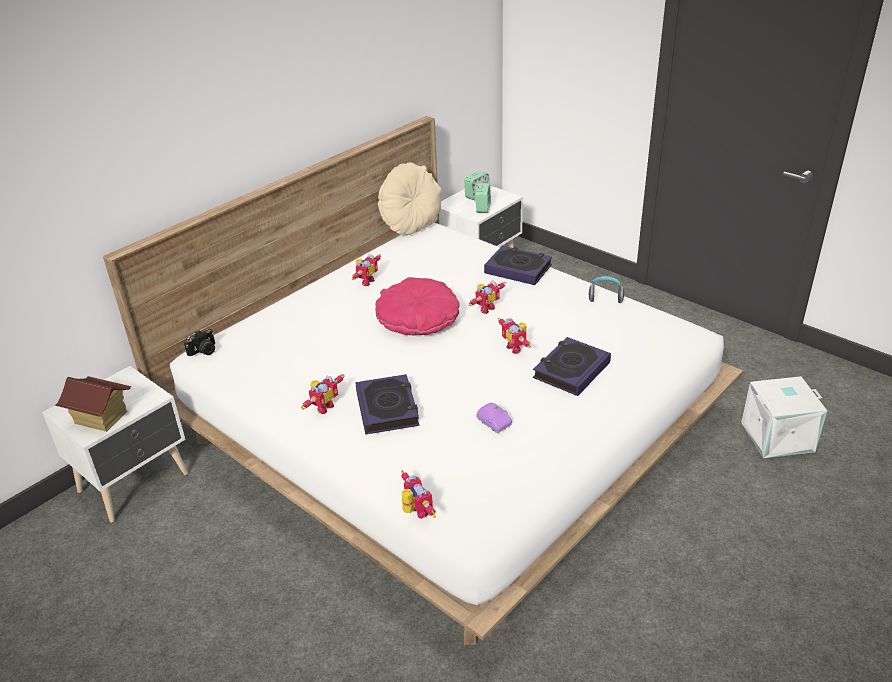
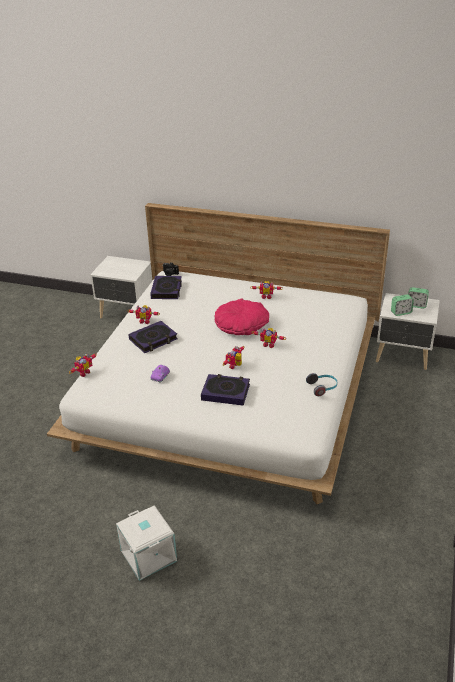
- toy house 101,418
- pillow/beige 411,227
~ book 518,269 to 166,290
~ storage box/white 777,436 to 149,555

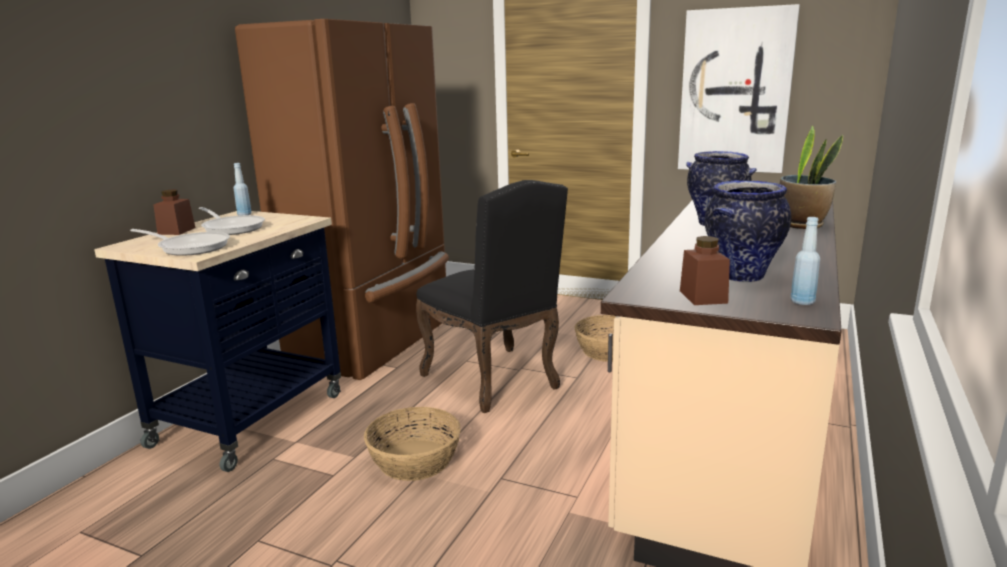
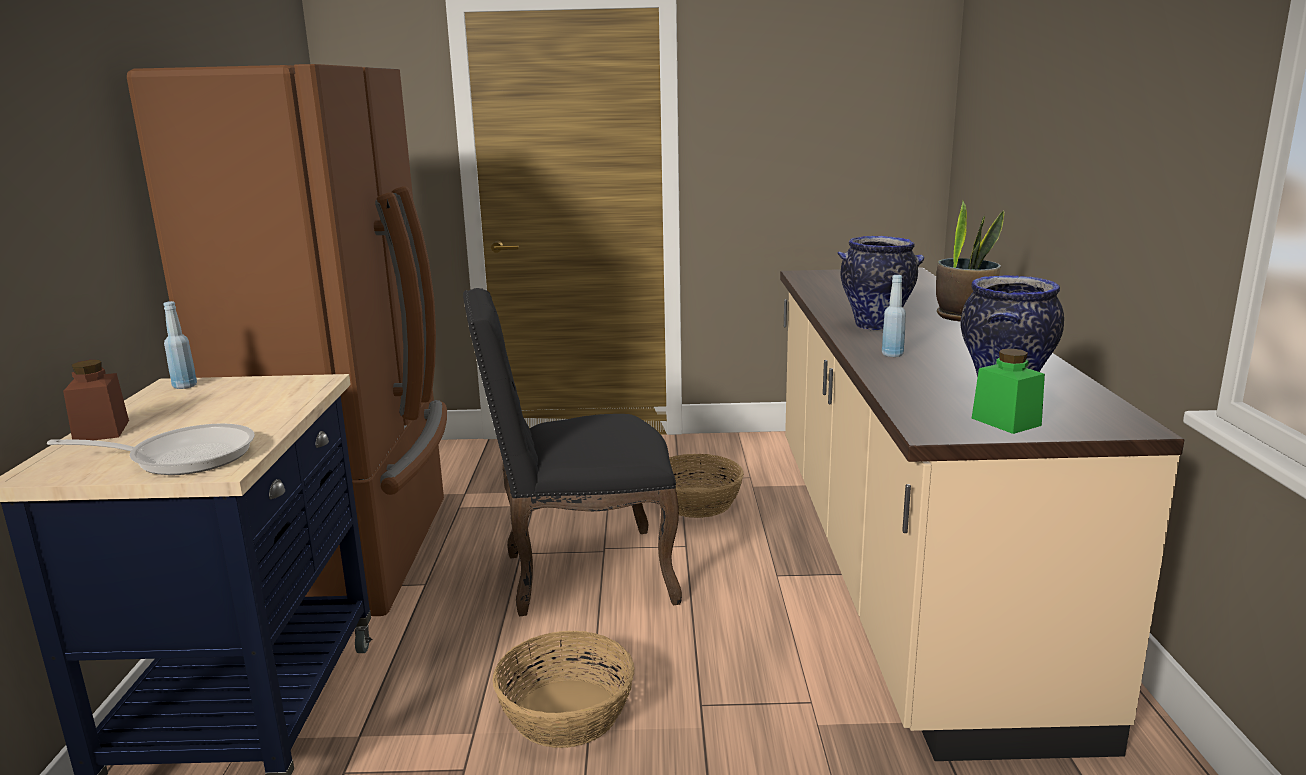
- frying pan 232,228
- picture 735,91
~ bottle/blue 802,302 to 892,355
~ jar/brown 703,297 to jar/green 1006,422
~ chair/black 494,381 = 583,574 135 degrees clockwise

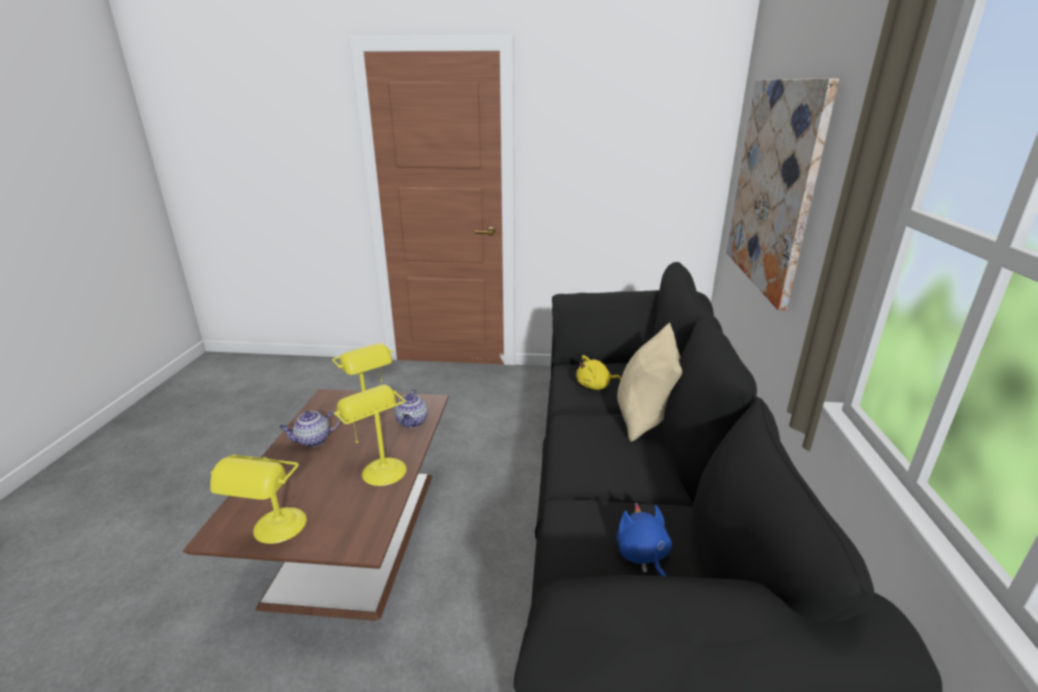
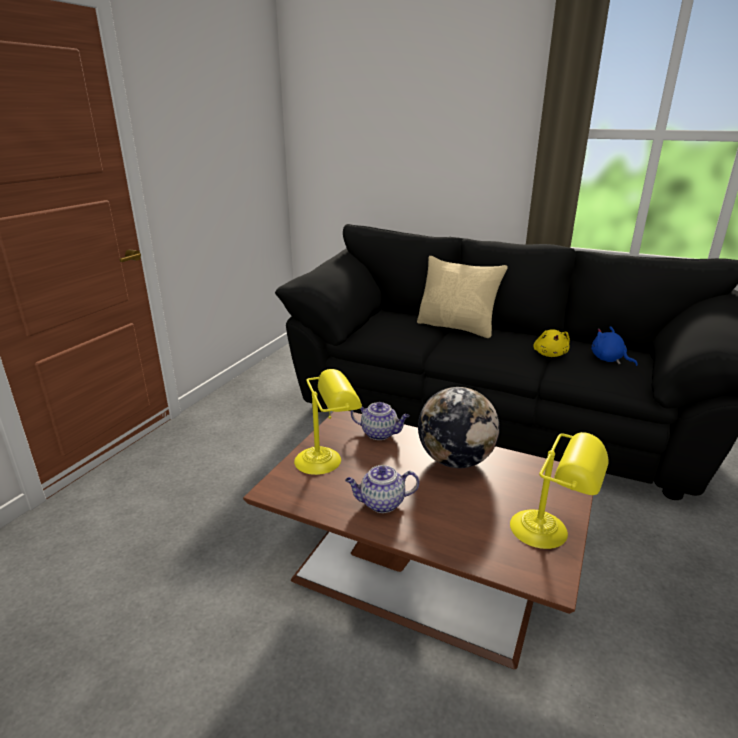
- picture 774,186
~ plush toy/yellow 595,386 to 550,354
~ table lamp/yellow 378,467 to globe 455,460
~ teapot 312,441 = 381,503 90 degrees clockwise
~ plush toy/blue 643,556 = 609,360 45 degrees clockwise

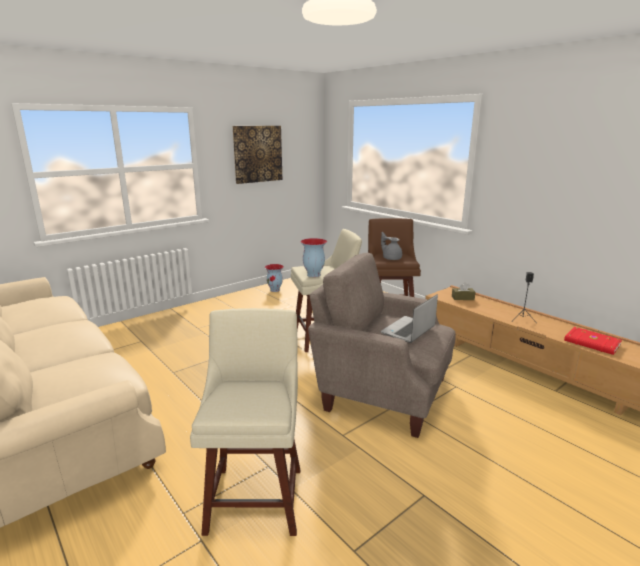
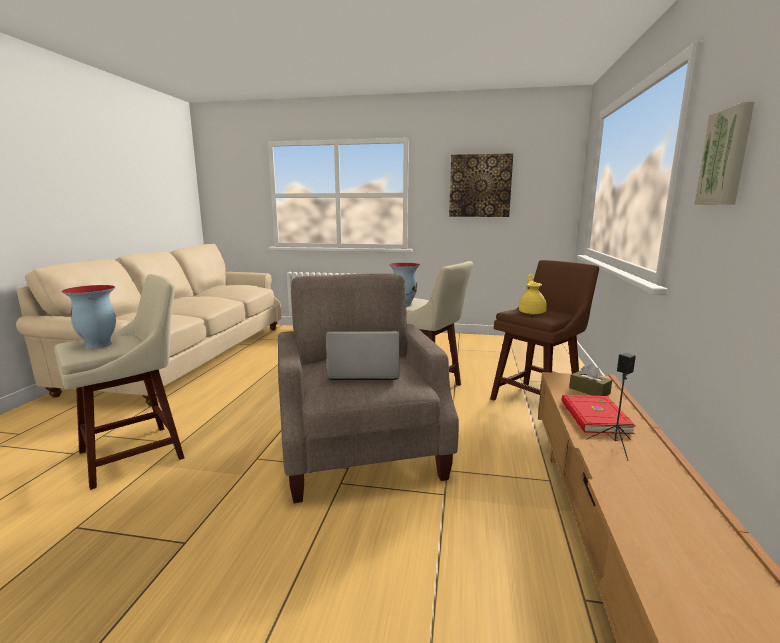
+ picture 726,157
~ vase 275,290 to 98,345
~ book/red 592,343 to 594,417
~ teapot/grey 391,258 to teapot/yellow 532,312

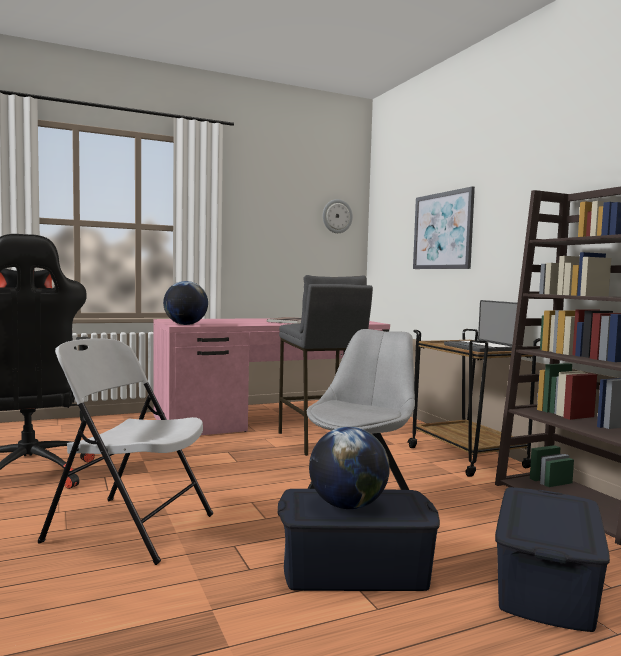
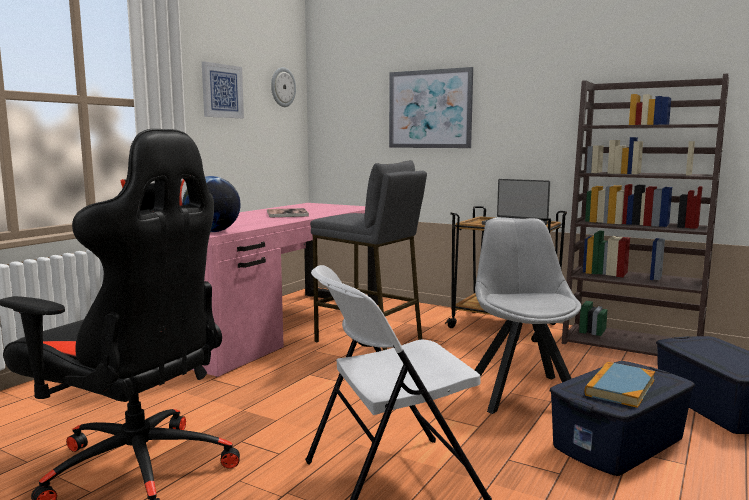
+ picture 222,91
~ globe 347,506 to book 620,387

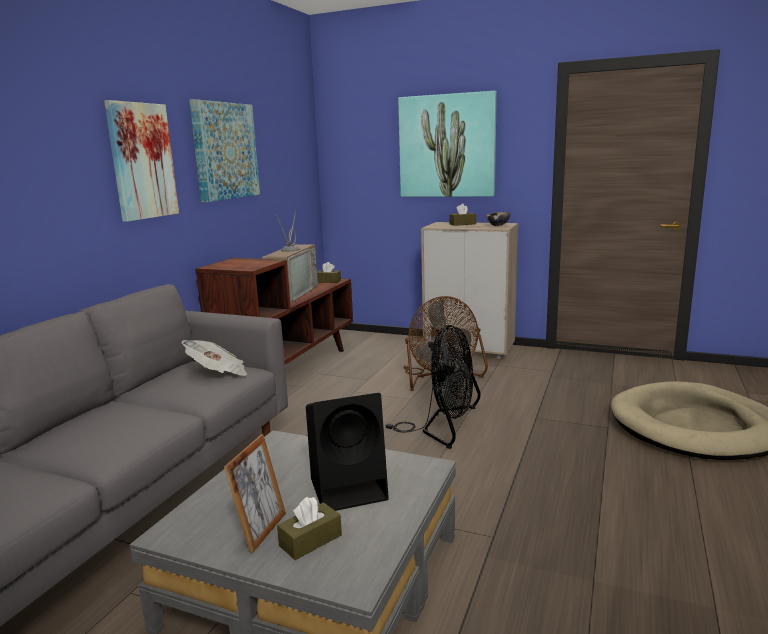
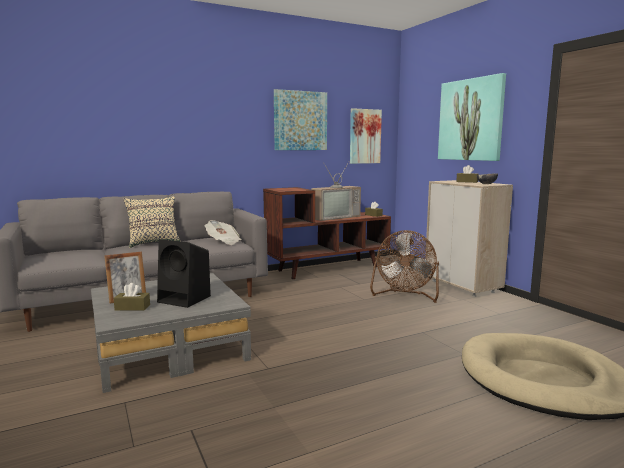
- fan/black 442,425
+ pillow/beige 154,244
~ picture 142,161 to 364,136

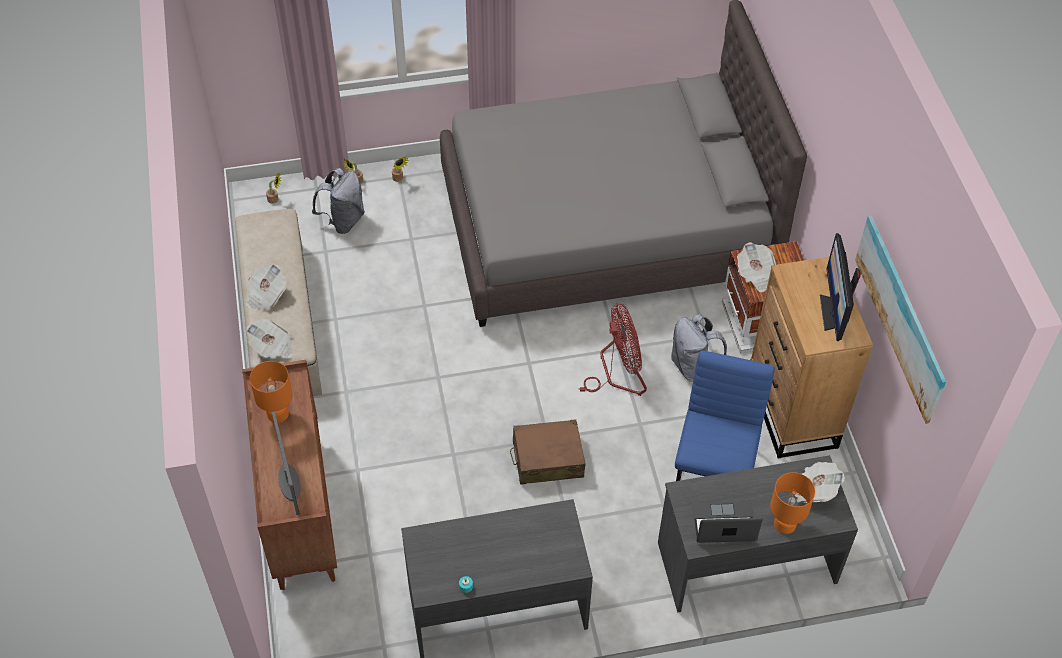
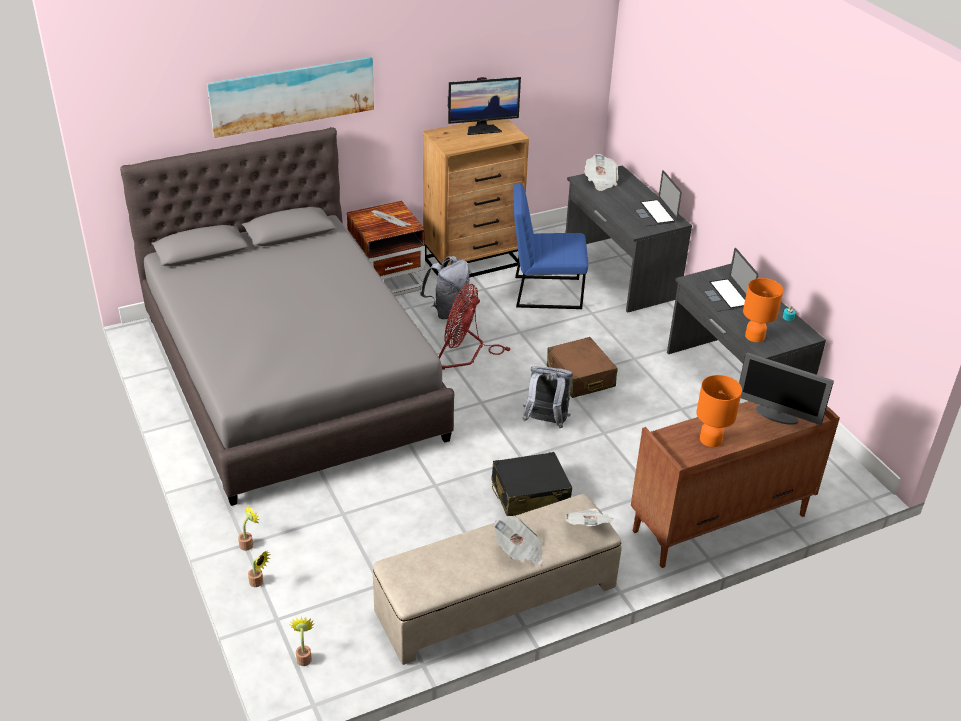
+ suitcase/black 529,494
+ laptop 723,295
~ backpack/grey 343,220 to 545,422
~ table lamp/orange 784,524 to 755,336
~ picture 902,316 to 292,95
~ monitor 289,482 = 777,415 120 degrees counterclockwise
~ fan/red 616,370 = 468,350 45 degrees counterclockwise

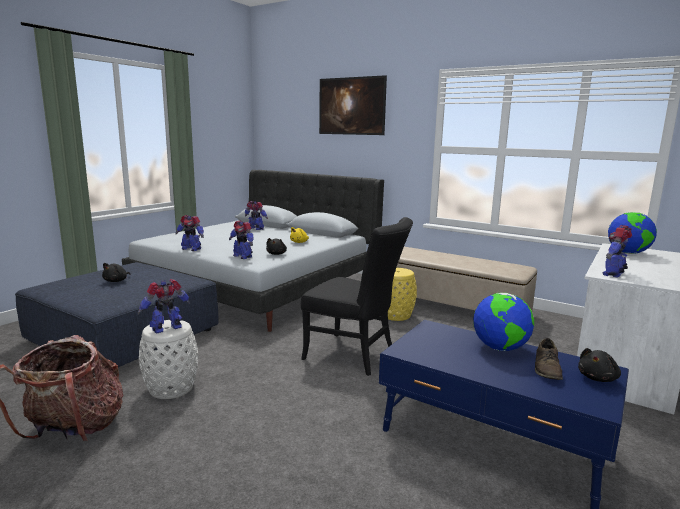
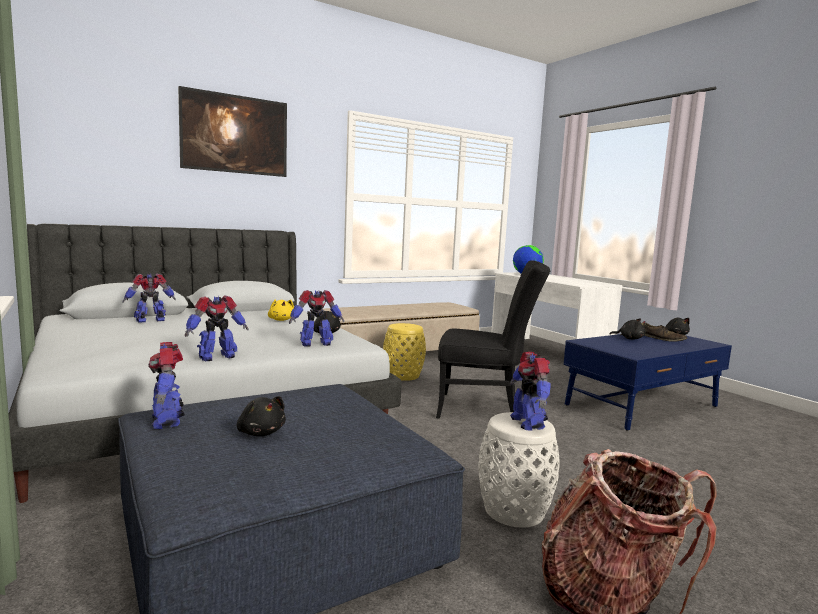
~ toy robot 614,274 to 168,420
~ globe 500,348 to plush toy/black 629,338
~ chair/black 355,355 = 484,409 45 degrees clockwise

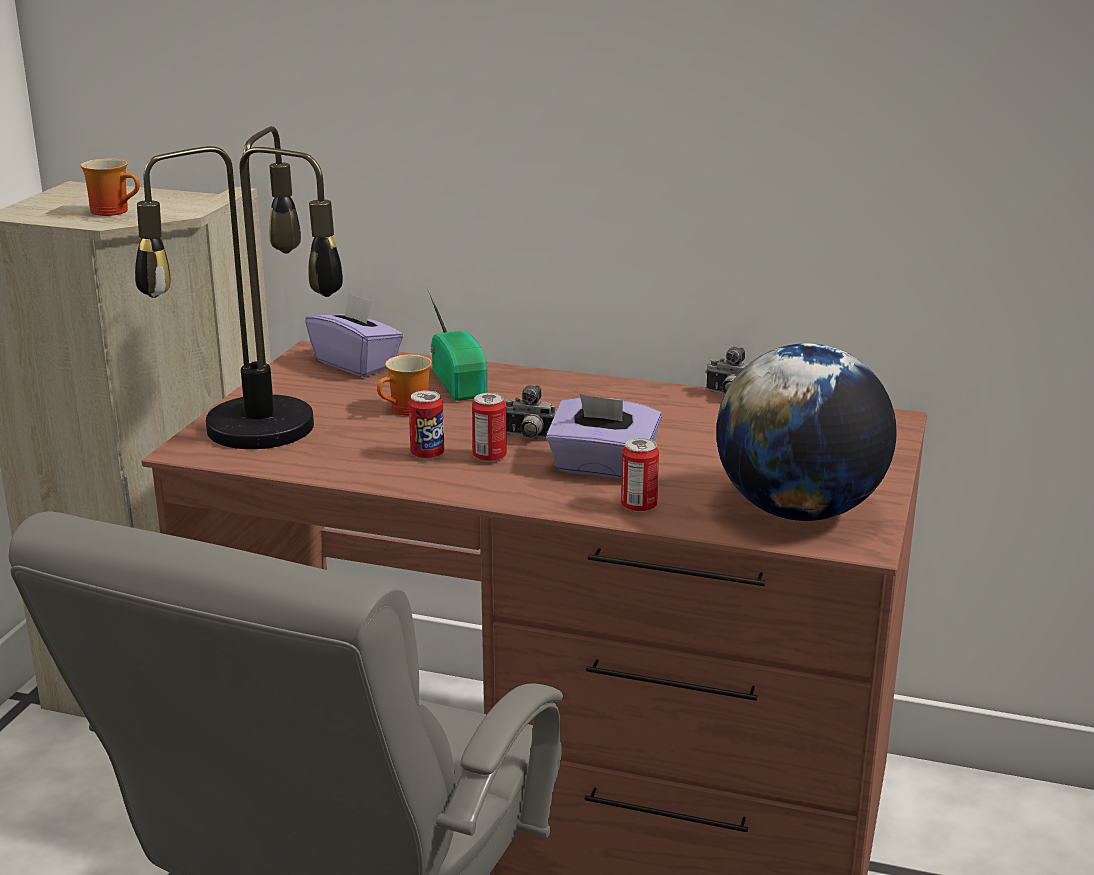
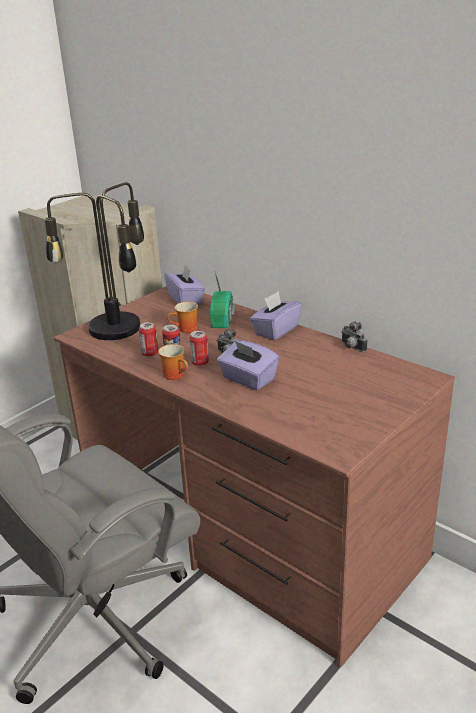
- globe 799,511
+ tissue box/purple 276,330
~ mug 115,211 to 176,375
~ can 639,506 to 150,354

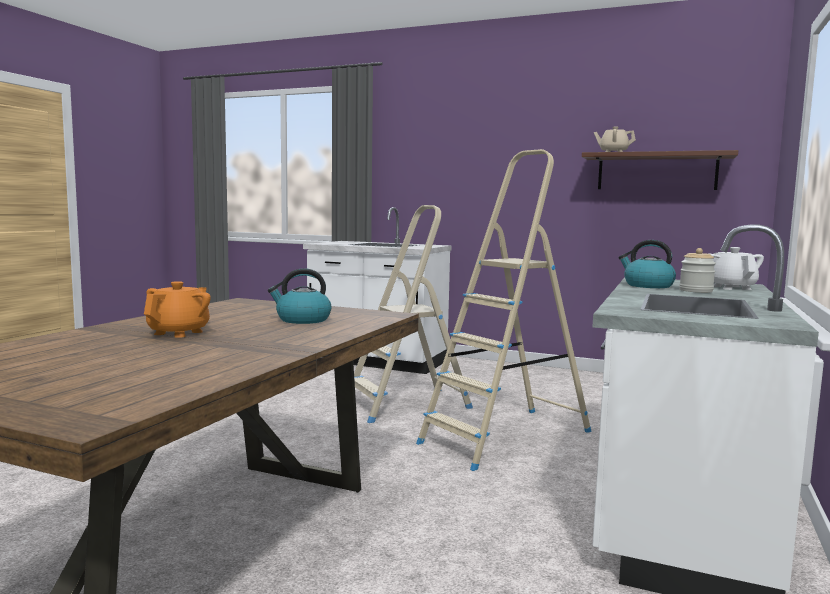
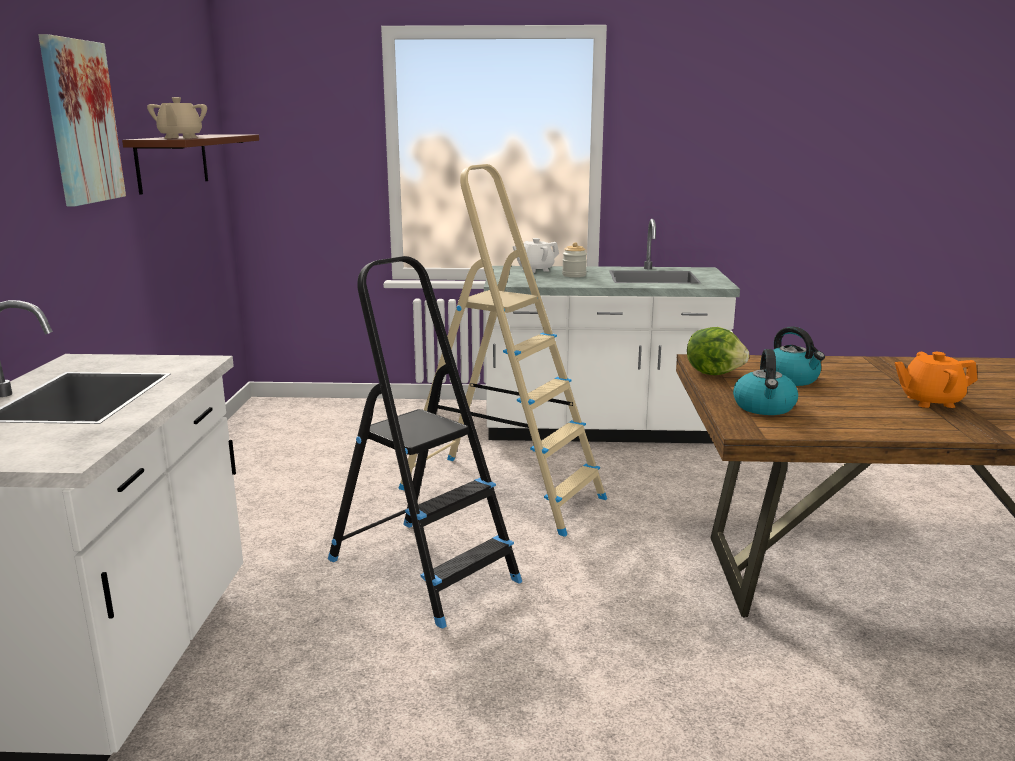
+ picture 81,122
+ lettuce 714,373
~ kettle 647,286 to 764,407
~ step ladder/beige 406,405 to step ladder/black 424,571

